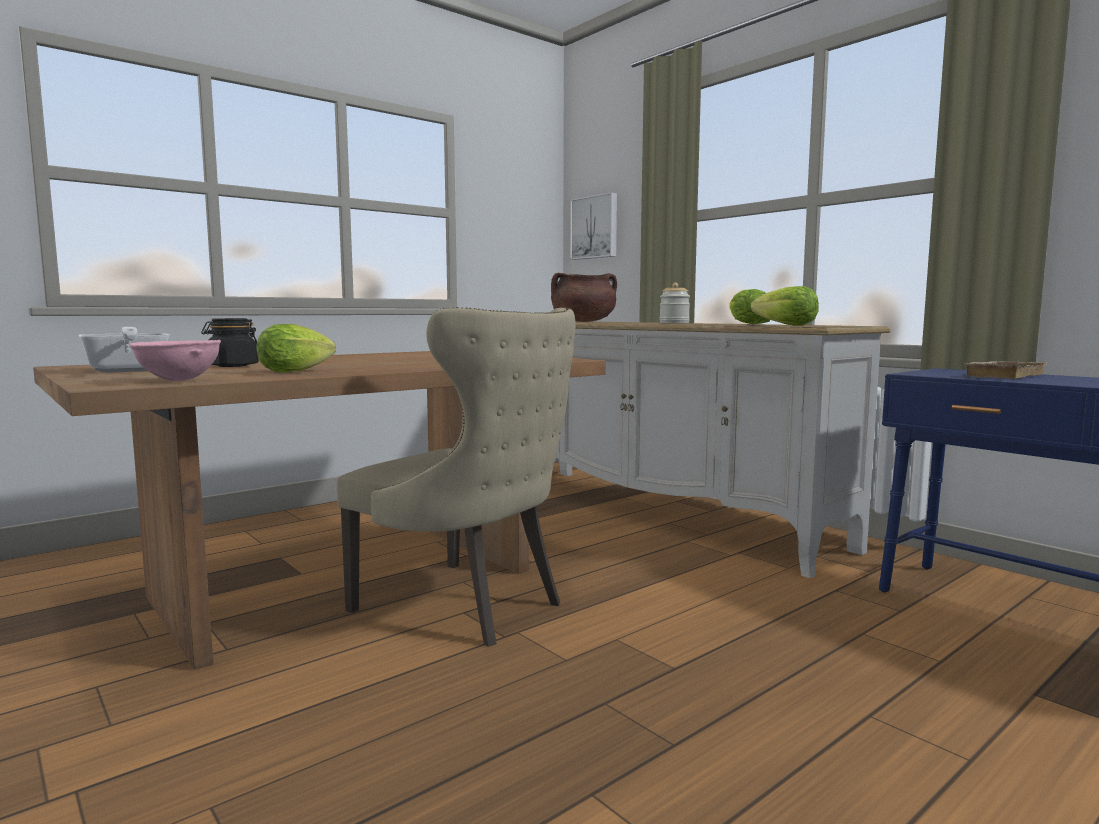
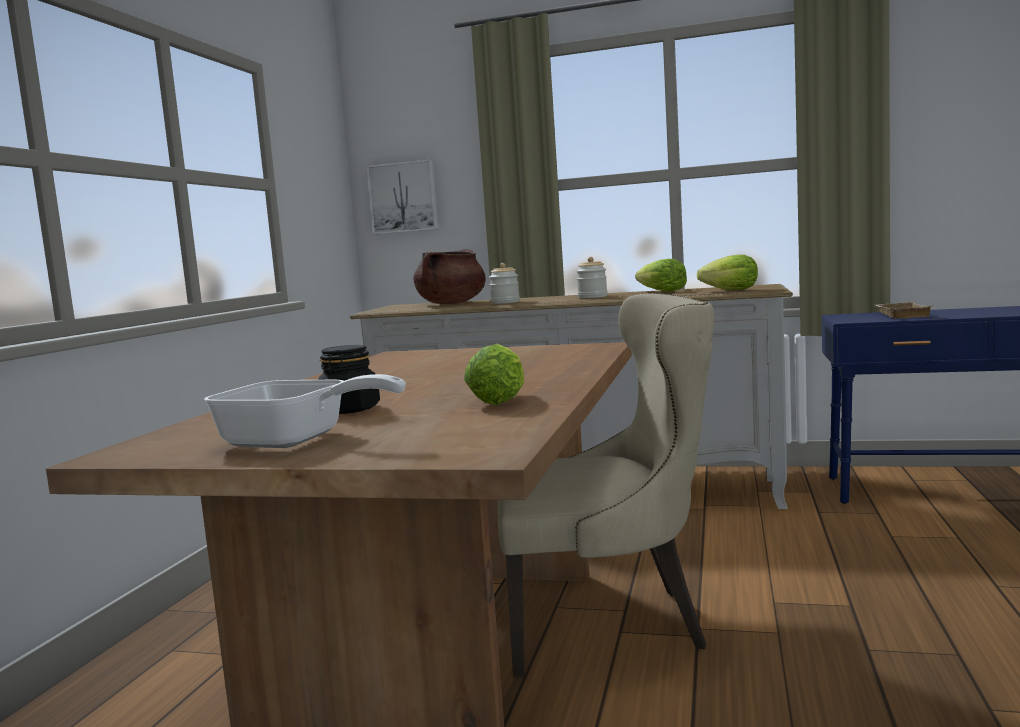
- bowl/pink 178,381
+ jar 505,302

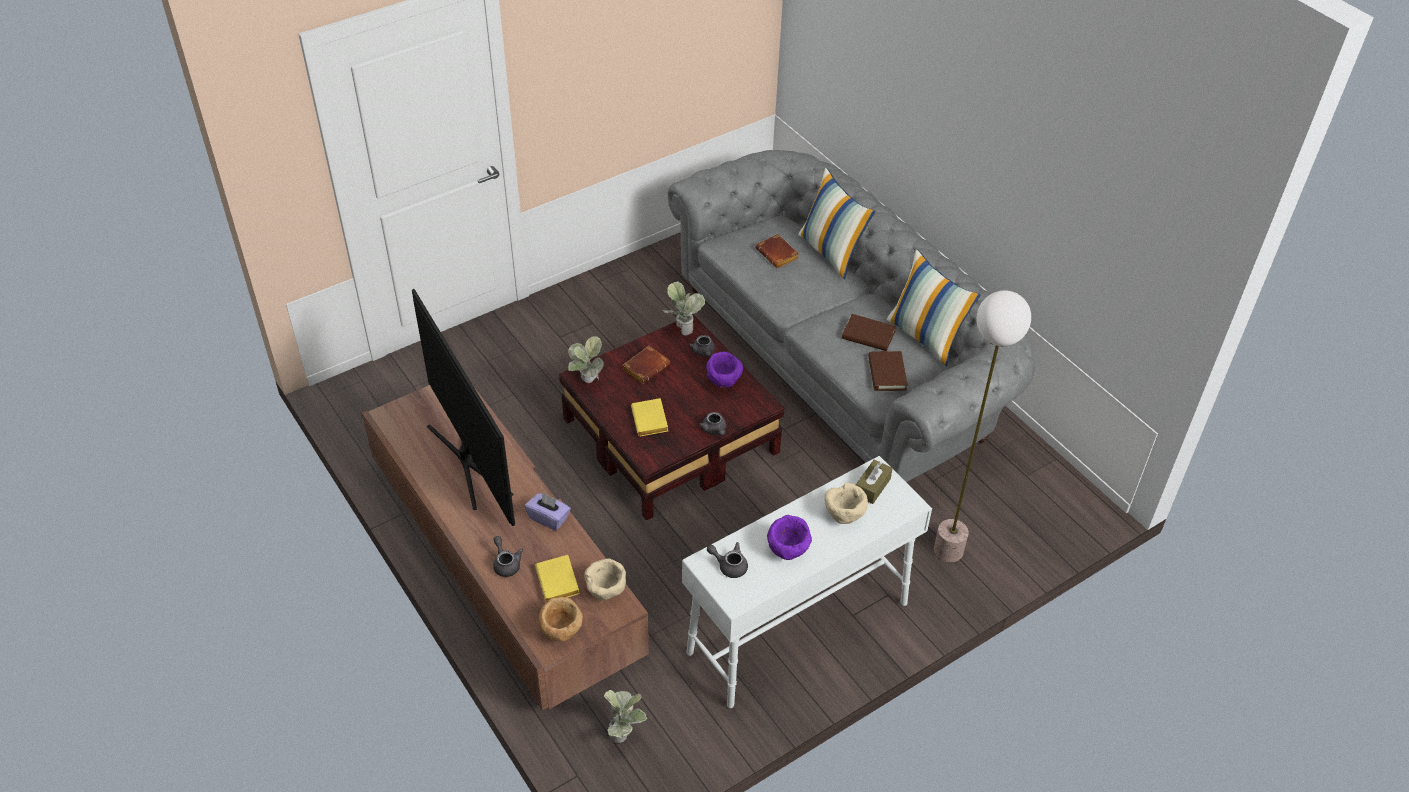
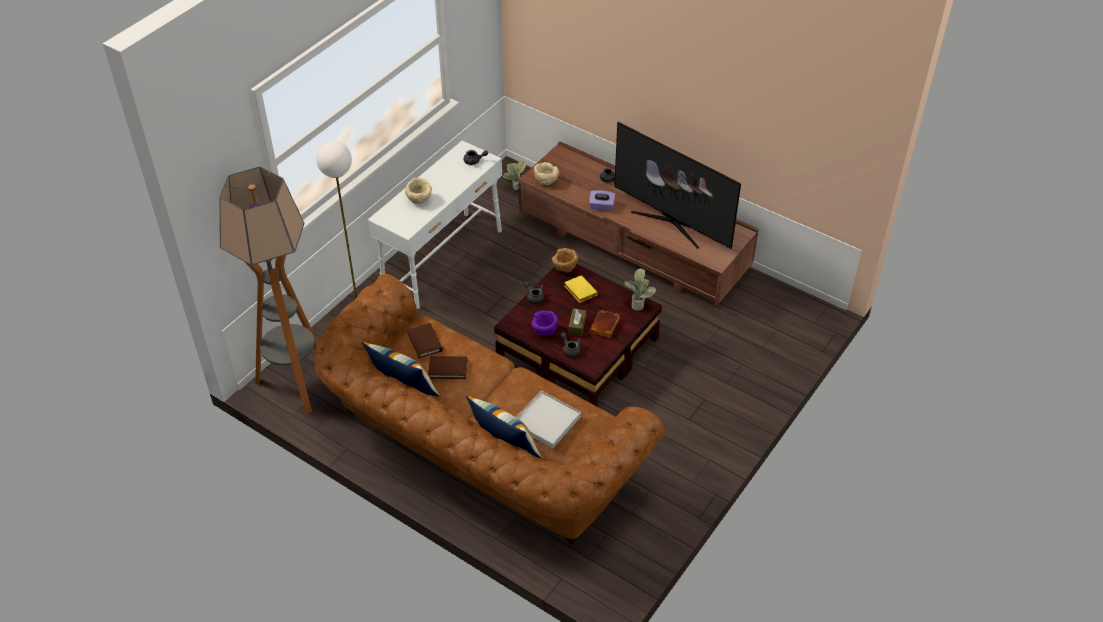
- book/yellow 559,582
- potted plant 682,327
- bowl/purple 788,551
+ floor lamp 296,384
~ bowl/brown 562,632 to 564,269
~ tissue box/brown 872,487 to 577,326
~ book/brown 778,254 to tray/white 546,421
~ sofa/grey 843,356 to sofa/brown 477,451

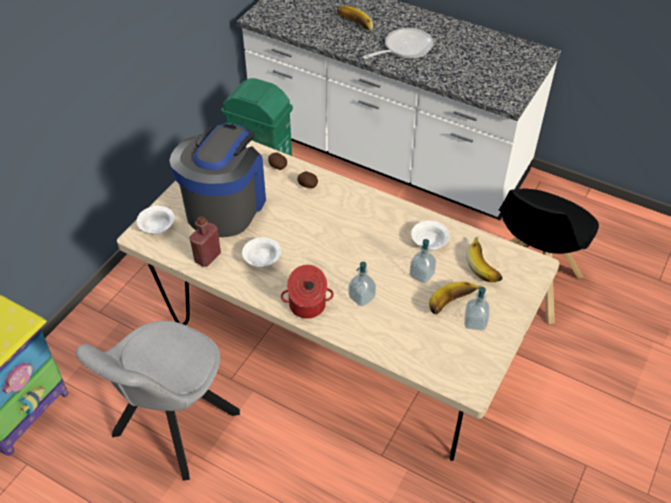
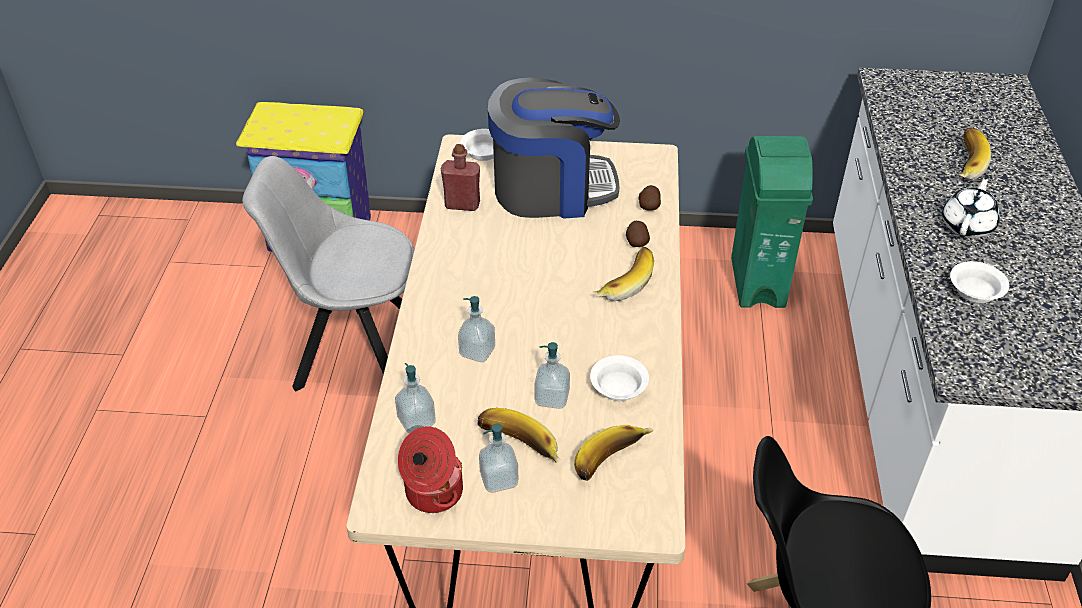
+ soap dispenser 416,421
+ banana 622,282
~ bowl/white 261,259 to 974,291
~ cooking pot 307,306 to 432,492
~ frying pan 404,48 to teapot/white 967,225

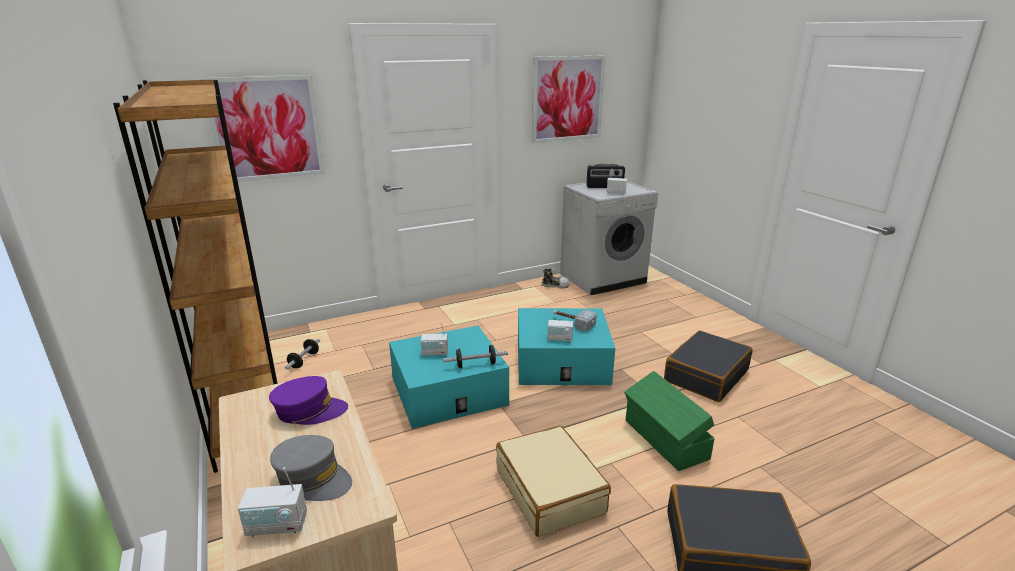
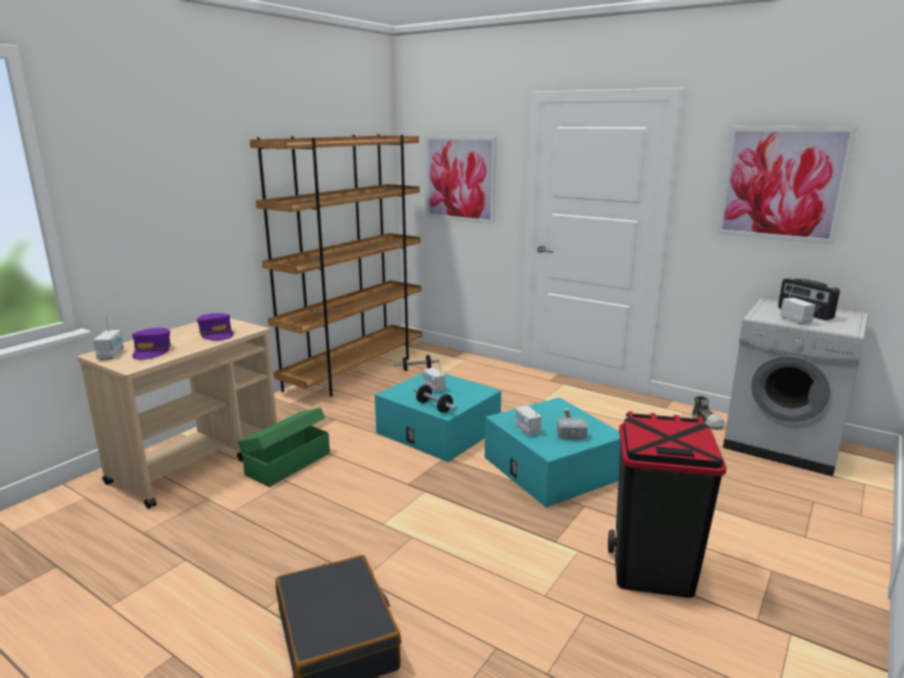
- suitcase/beige 550,490
~ storage box/green 665,440 to 287,464
~ suitcase/black 705,375 to trash can/black 652,571
~ cap/grey 313,478 to cap/purple 152,351
~ radio 277,526 = 111,355 150 degrees counterclockwise

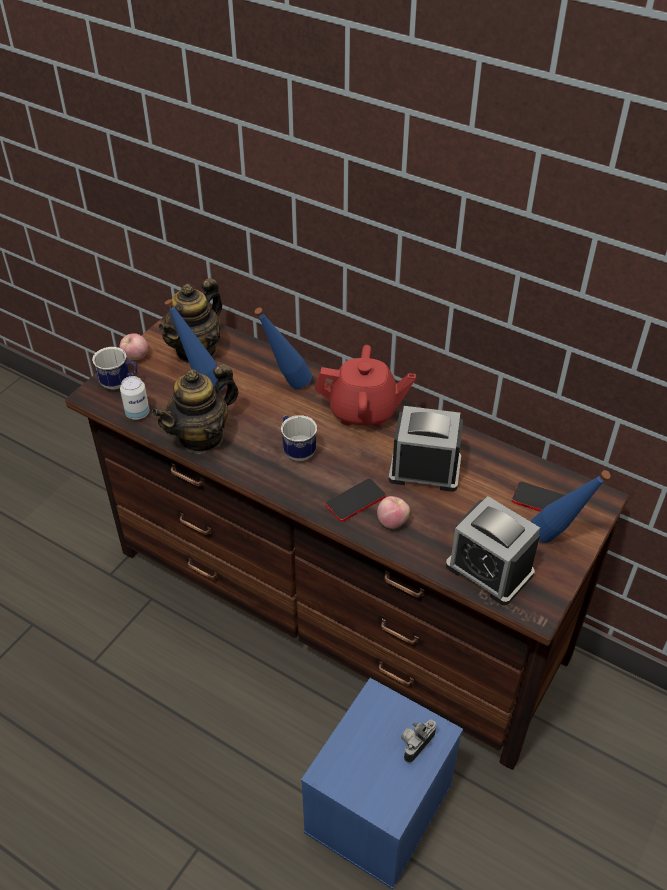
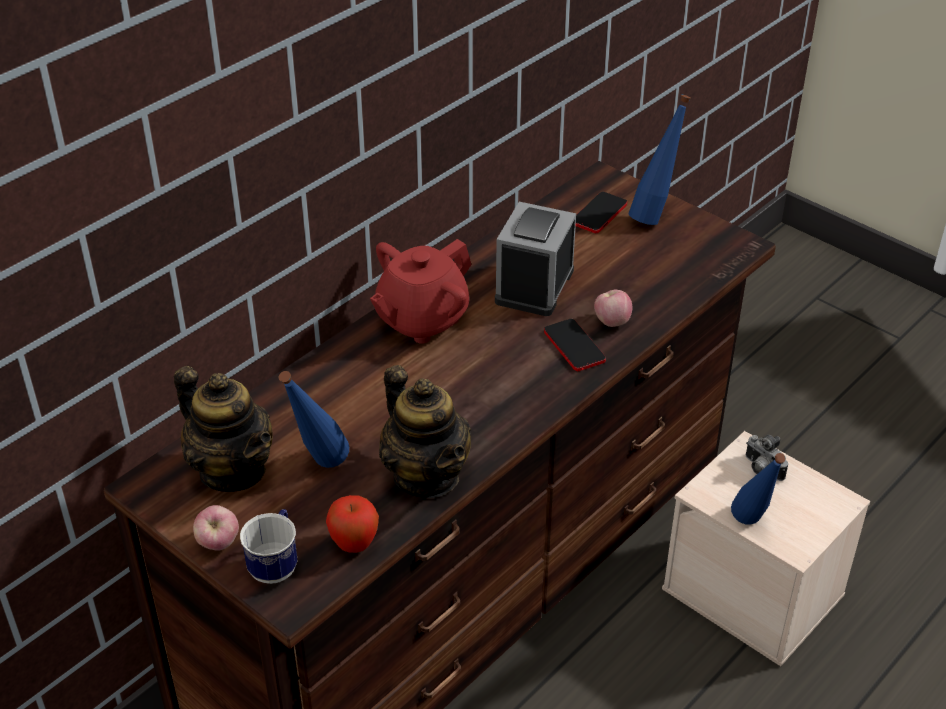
- mug 297,450
- alarm clock 489,569
~ bottle/blue 286,385 to 751,527
~ can 137,413 to apple 354,544
~ storage box/blue 379,810 to storage box/beige 755,592
~ teapot/red 363,411 = 421,320 150 degrees counterclockwise

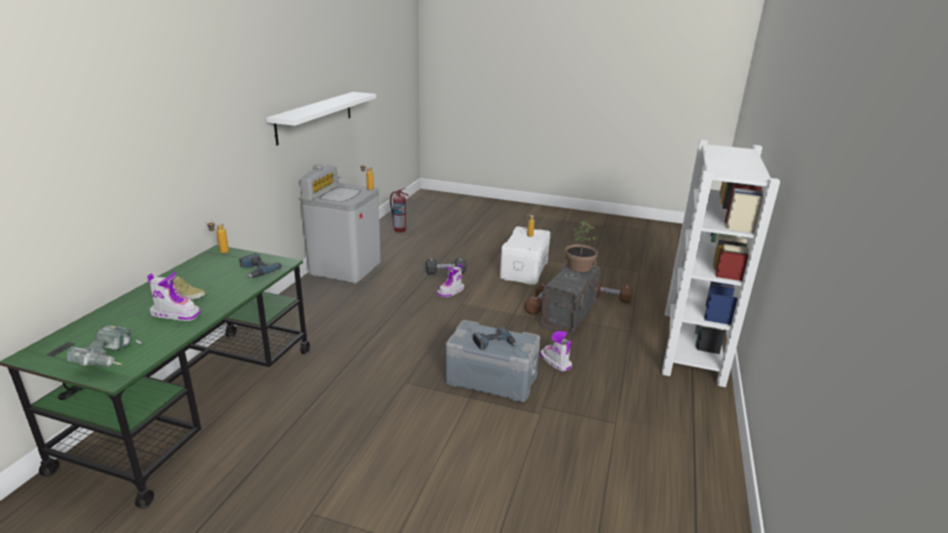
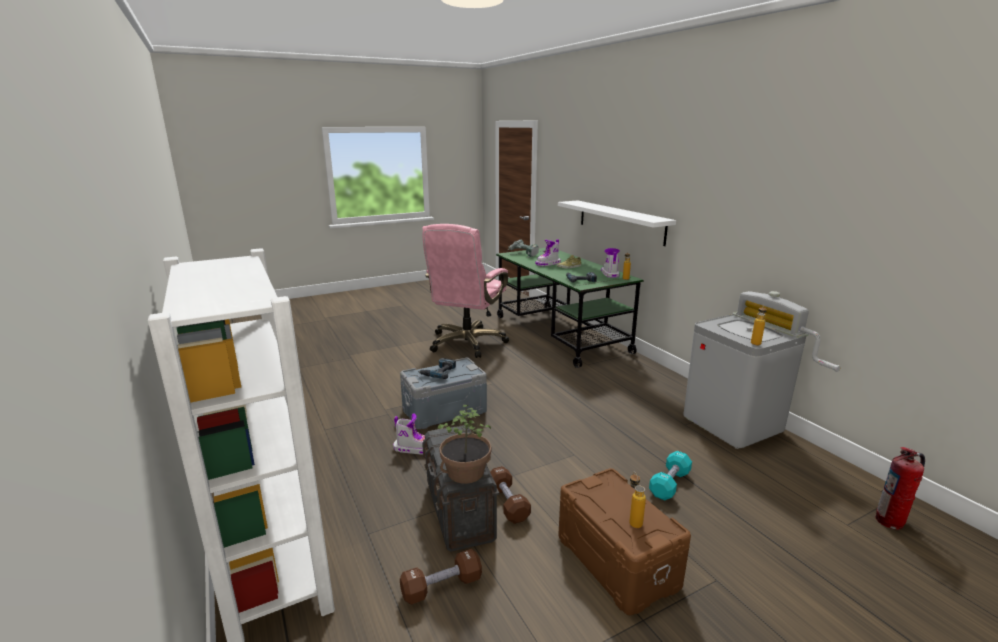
+ office chair/pink 467,342
~ shelf/white 315,116 to 620,221
~ boot 451,292 to 609,274
~ dumbbell/black 445,272 to dumbbell/turquoise 669,484
~ storage box/white 525,270 to storage box/brown 615,562

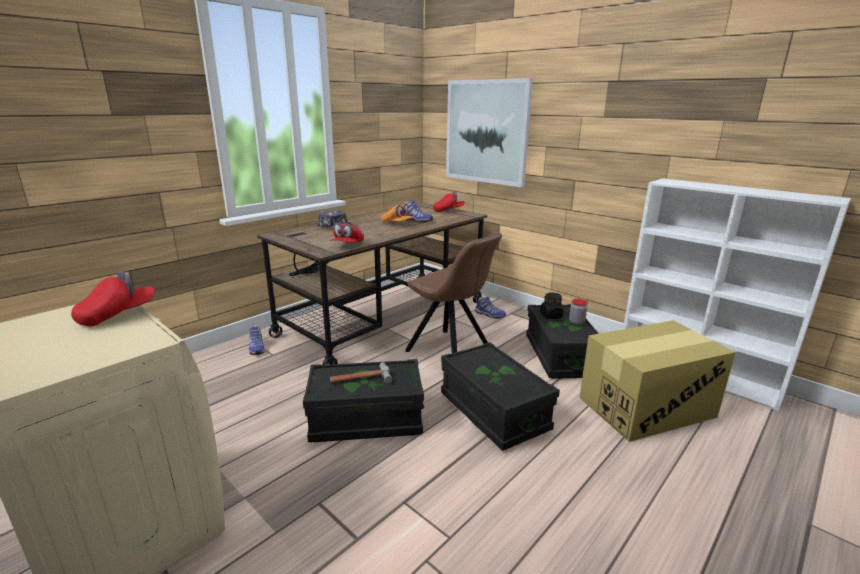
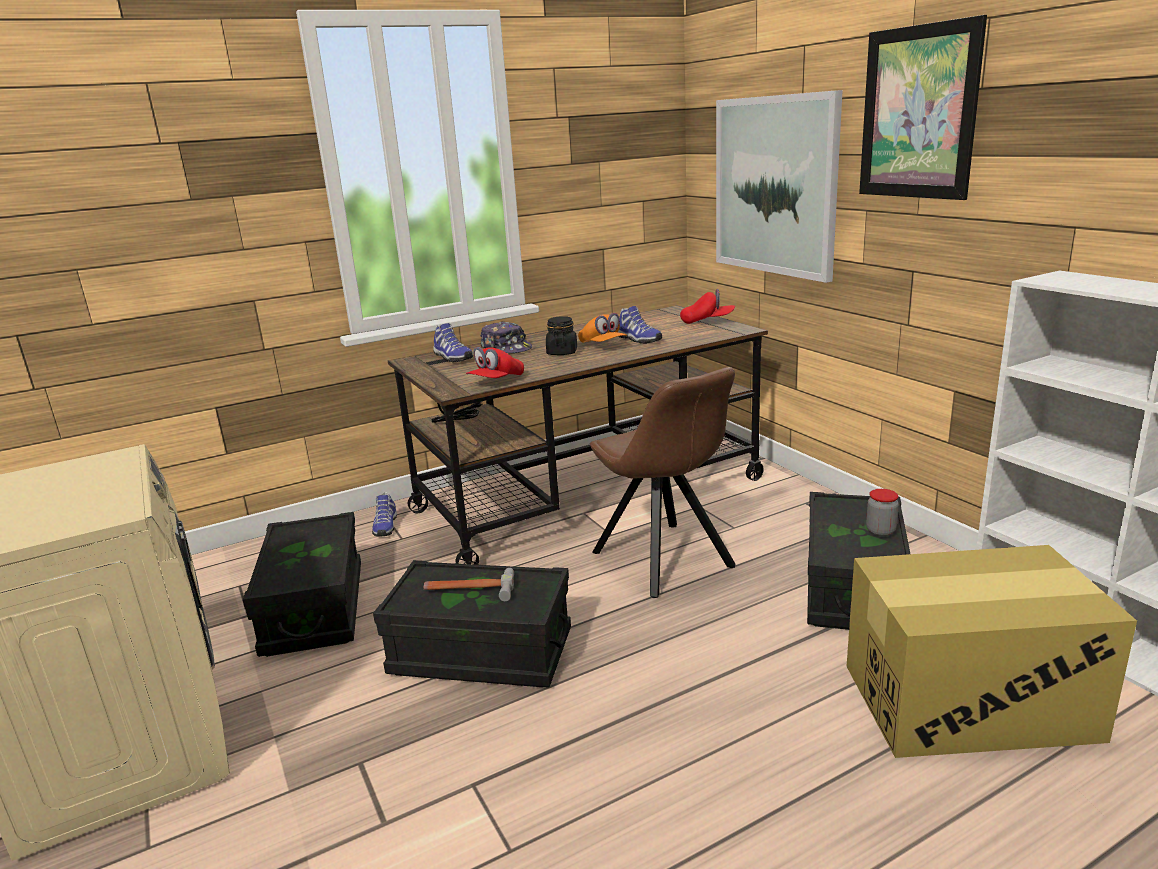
- cap/red 117,315
+ picture 918,113
~ storage box/black 493,412 to 315,608
~ shoe 489,315 to 452,357
~ jar/black 551,315 to 562,352

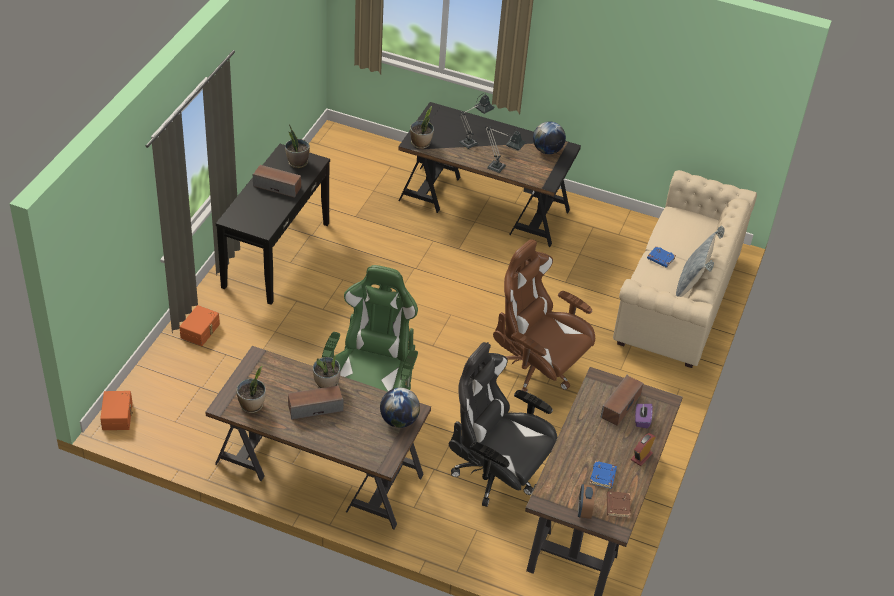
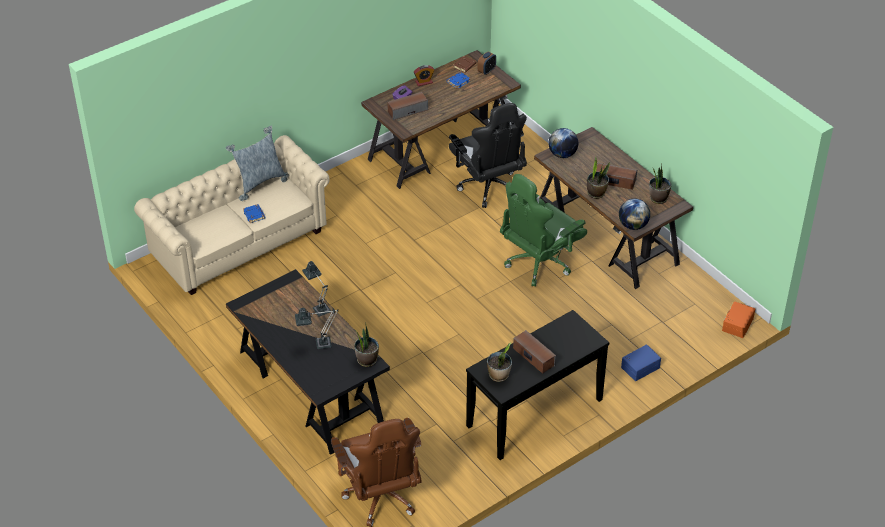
~ office chair/brown 539,372 to 379,493
~ globe 547,150 to 633,225
~ storage box/orange 201,331 to storage box/blue 639,367

